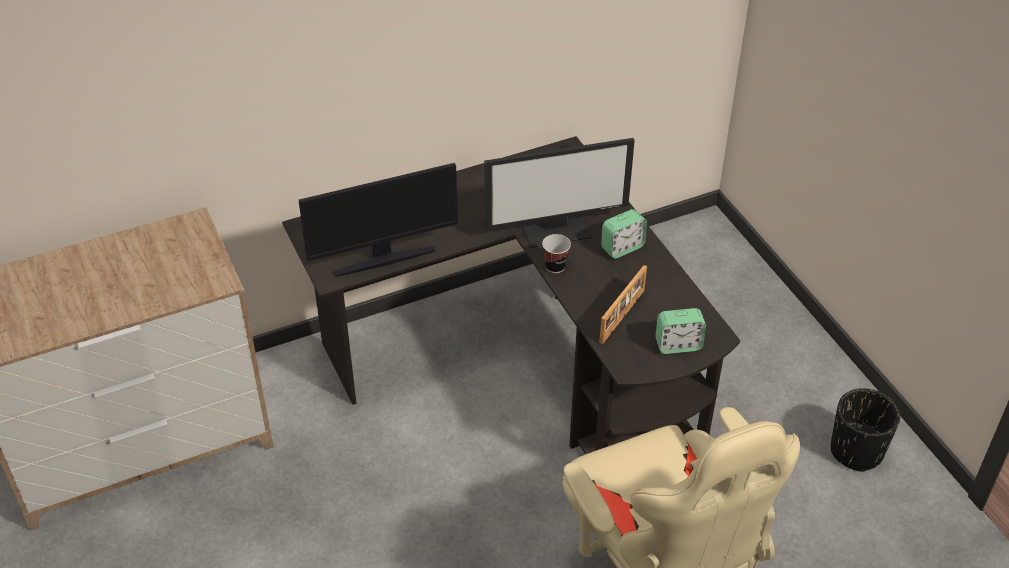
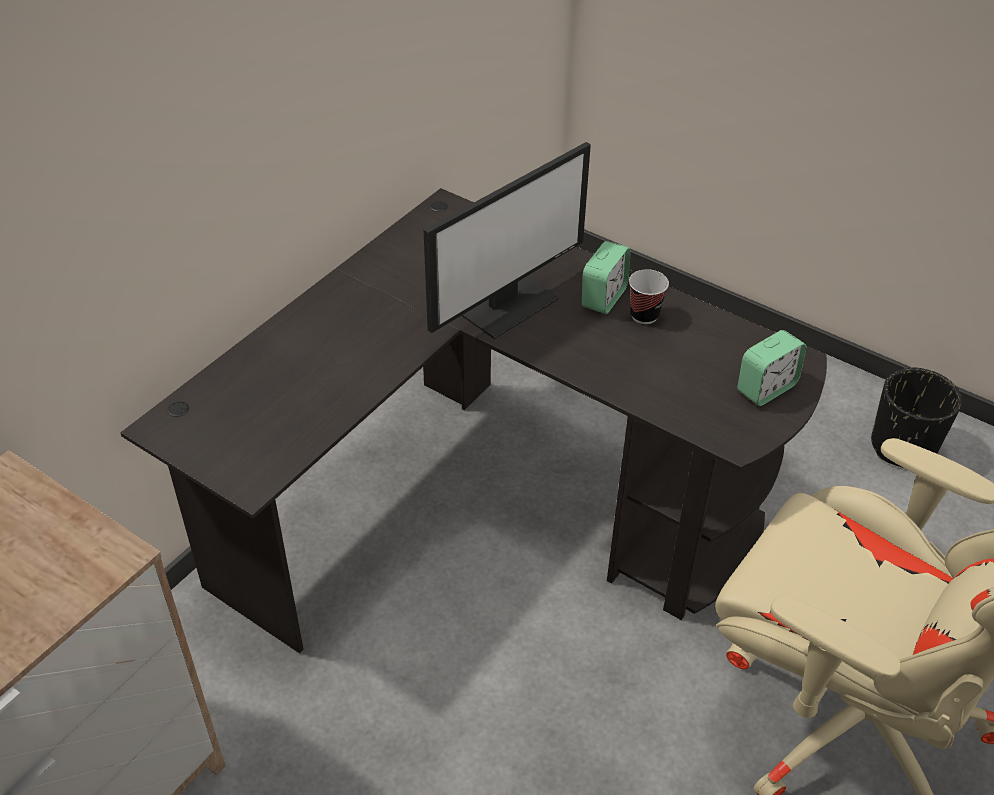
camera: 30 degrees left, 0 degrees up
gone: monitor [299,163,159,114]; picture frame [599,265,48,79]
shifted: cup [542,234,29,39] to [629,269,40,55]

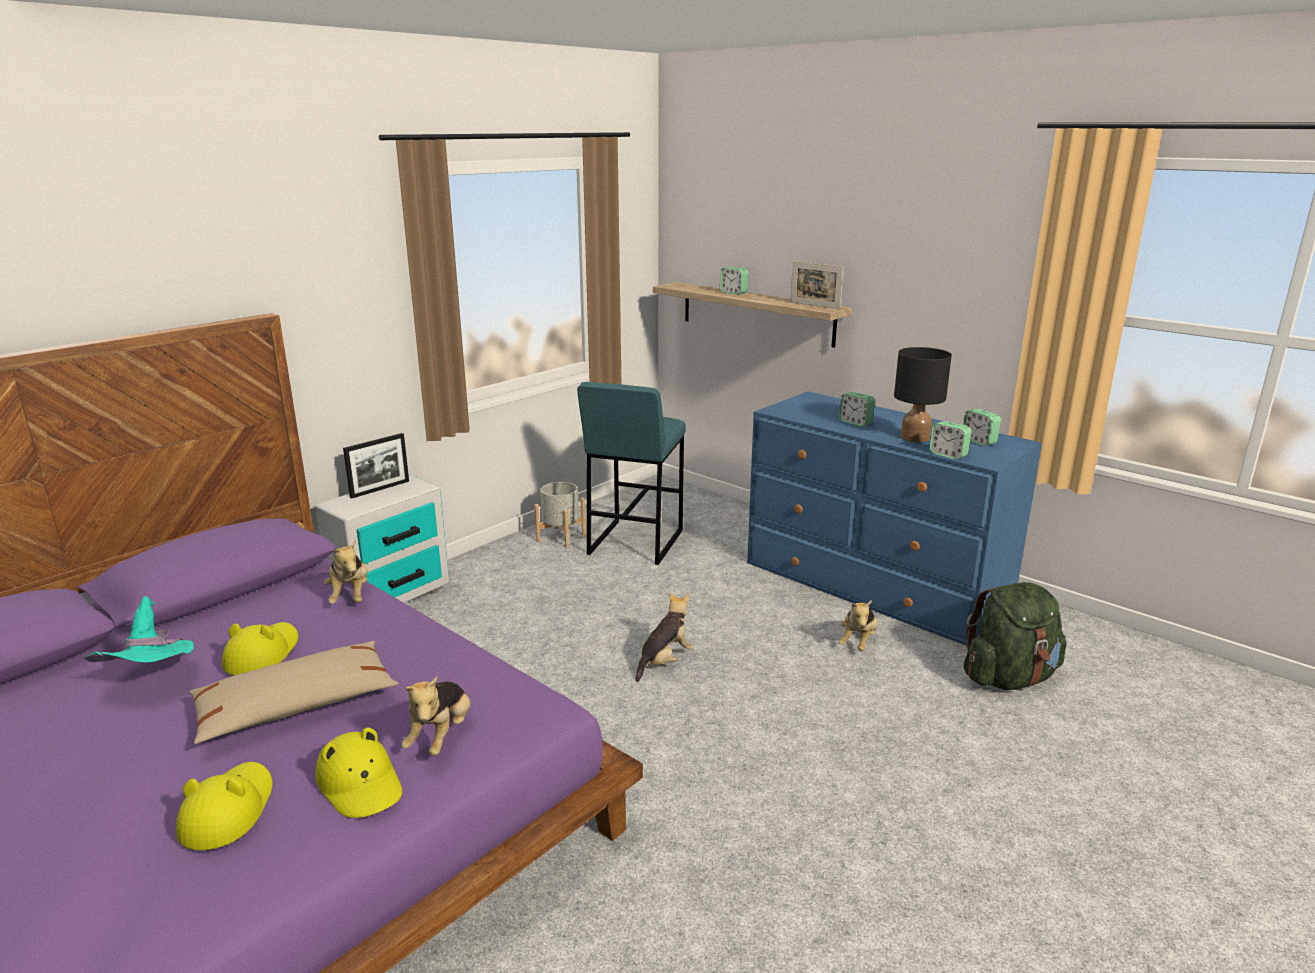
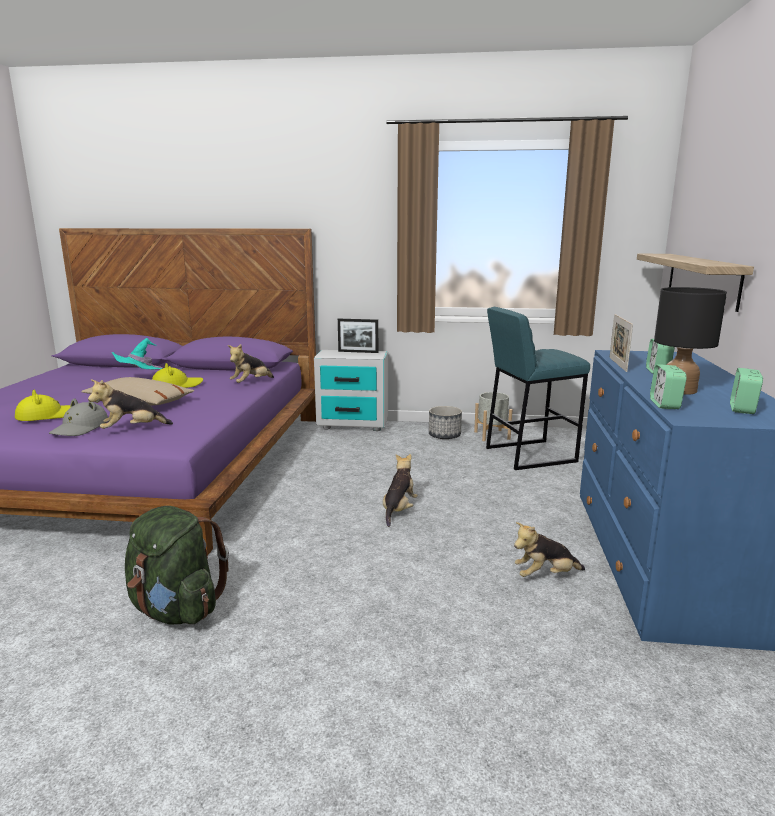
camera: 55 degrees right, 5 degrees down
gone: alarm clock [720,267,29,28]
new: planter [429,406,33,33]
shifted: picture frame [790,261,53,48] to [610,314,23,58]; backpack (green) [964,582,103,108] to [125,506,104,118]
repainted: hat (yellow) [315,727,87,91] to hat (grey) [49,398,59,38]
rotated: plush toy [636,593,57,89] = [383,454,35,73] 75 degrees counterclockwise

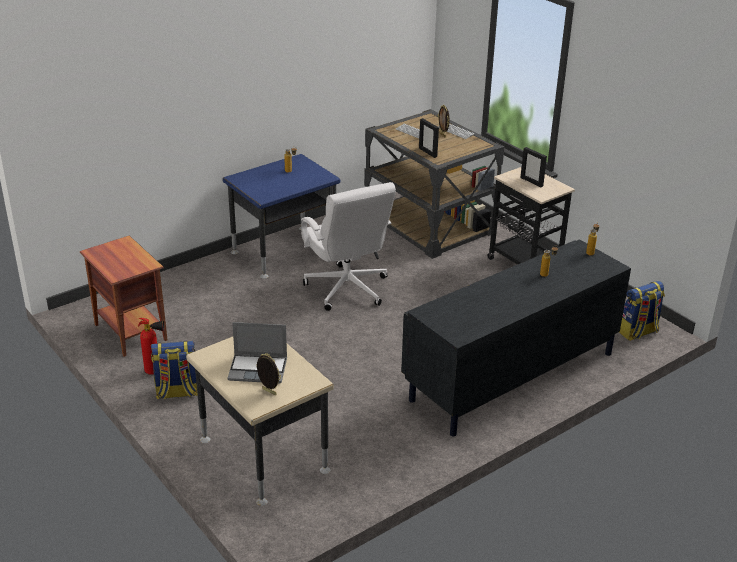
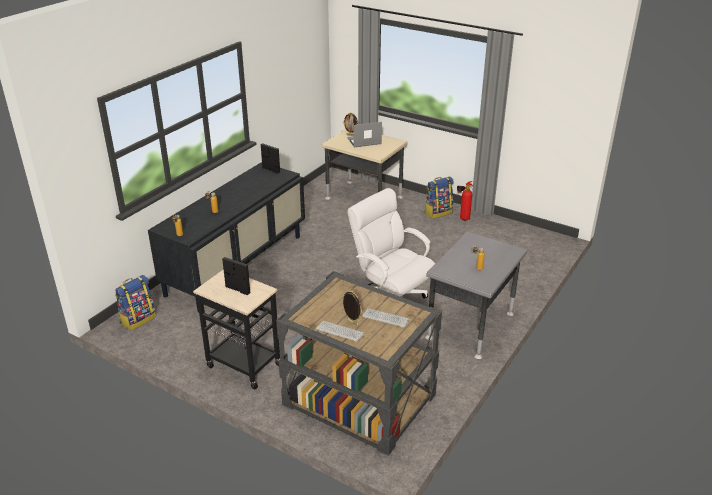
camera: 160 degrees right, 0 degrees up
gone: nightstand [80,236,87,121]
shifted: picture frame [419,118,20,40] to [261,143,19,31]
repainted: desk (blue) [223,154,117,125] to desk (grey) [425,231,102,128]

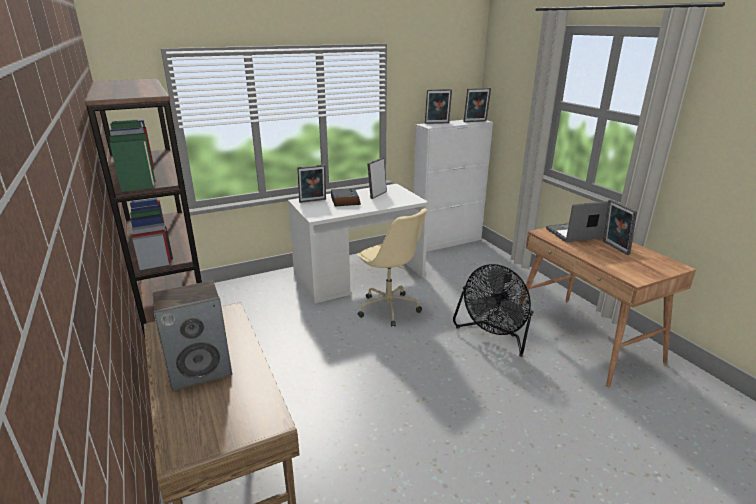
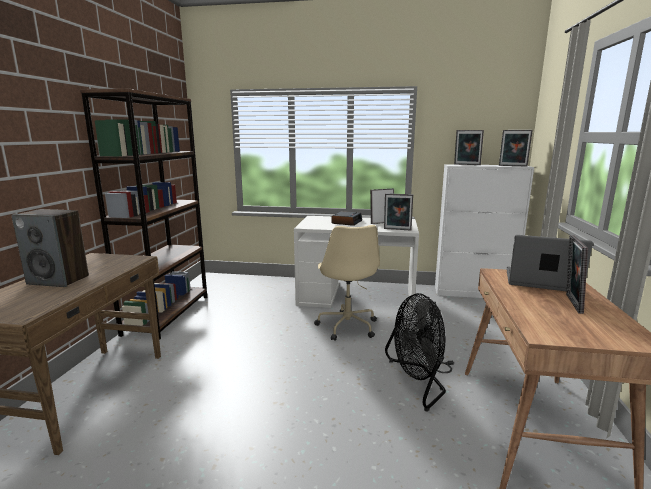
camera: 35 degrees right, 10 degrees down
shifted: picture frame [297,165,29,38] to [384,193,29,37]

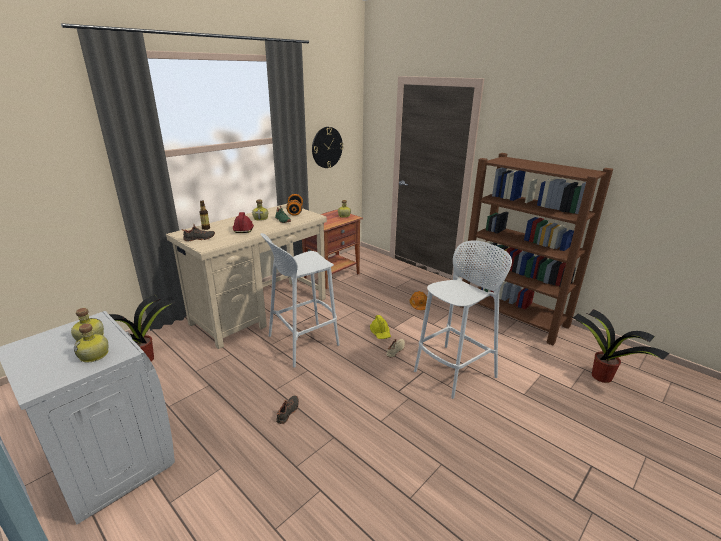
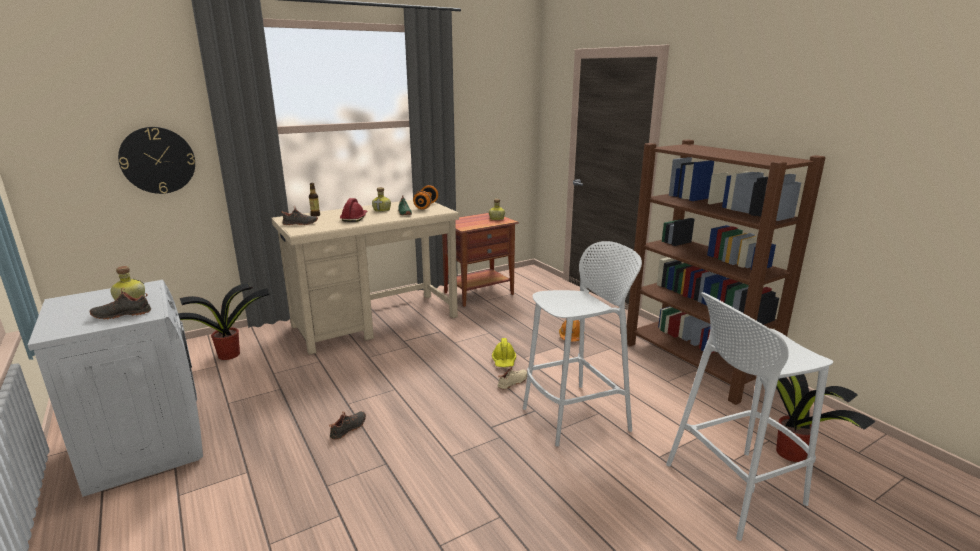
camera: 15 degrees right, 5 degrees down
shifted: wall clock [312,127,31,41] to [118,127,77,67]; stool (white) [260,233,80,135] to [666,292,167,249]
swapped: bottle [74,324,34,38] to shoe (black) [90,288,61,32]

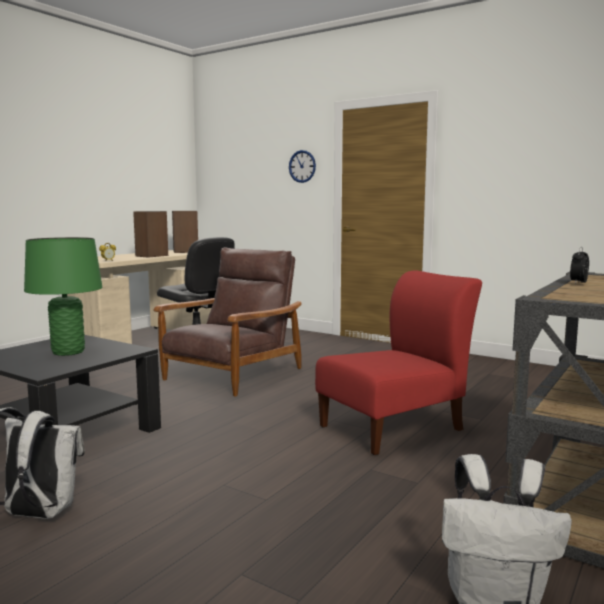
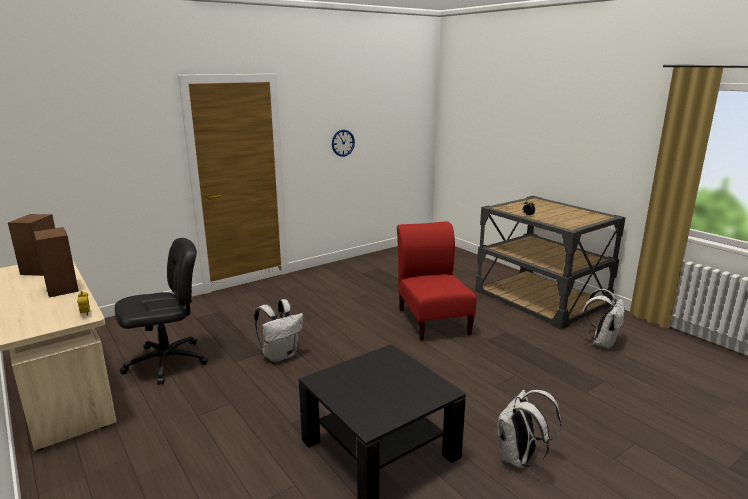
camera: 70 degrees left, 10 degrees up
gone: table lamp (green) [24,237,79,119]
shifted: wall clock [289,150,27,33] to [332,130,23,27]
swapped: armchair (brown) [153,247,149,150] to backpack (white) [255,299,48,63]

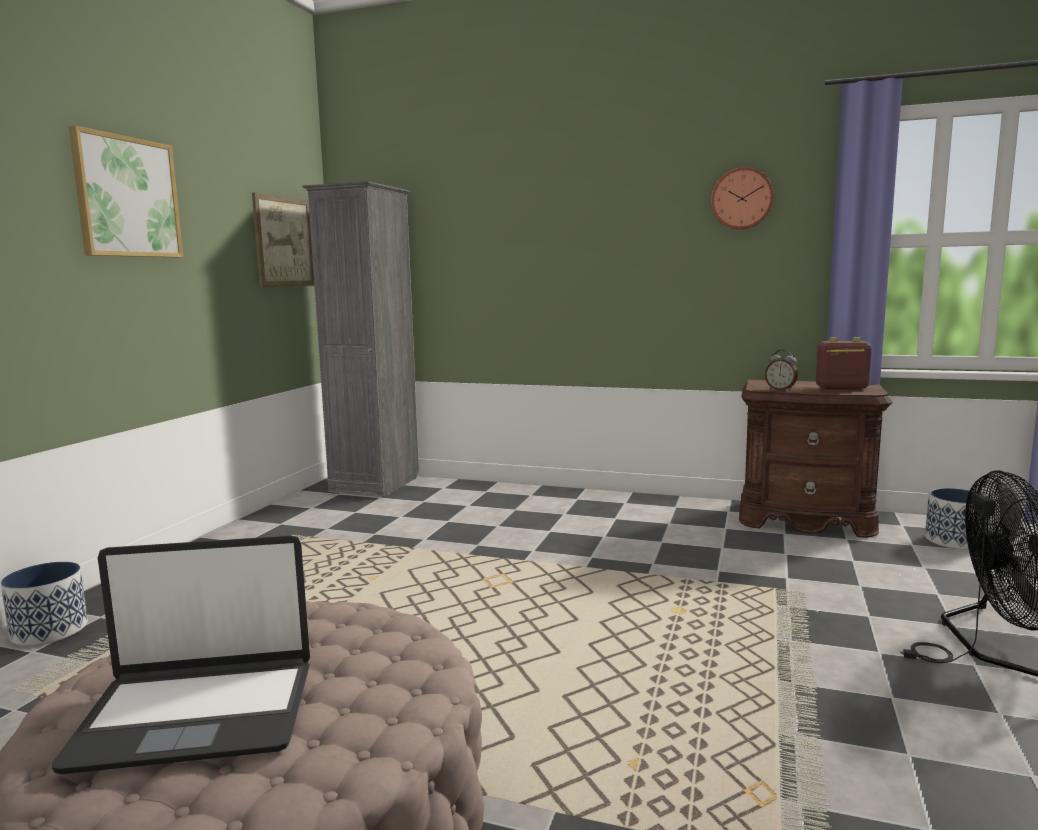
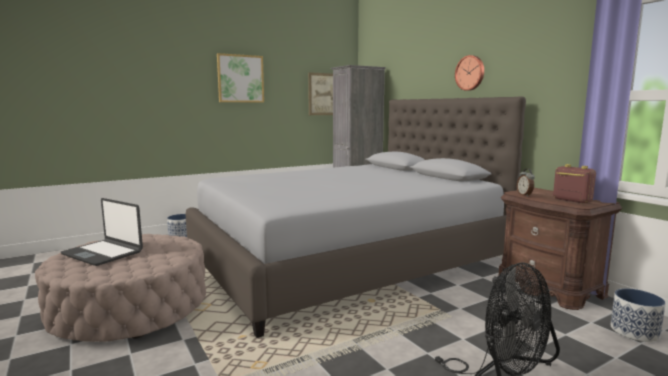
camera: 40 degrees right, 0 degrees up
new: bed (grey) [186,96,340,242]
shifted: wall clock [711,167,63,63] to [455,55,29,36]

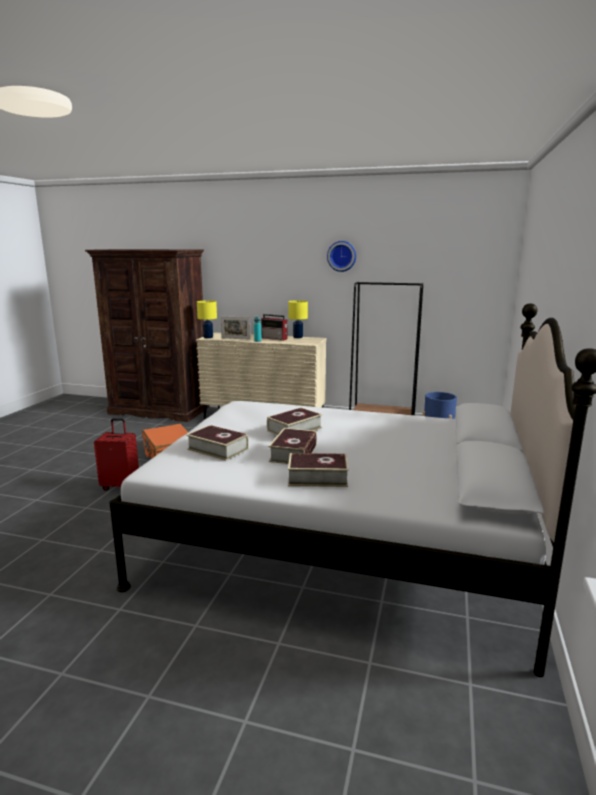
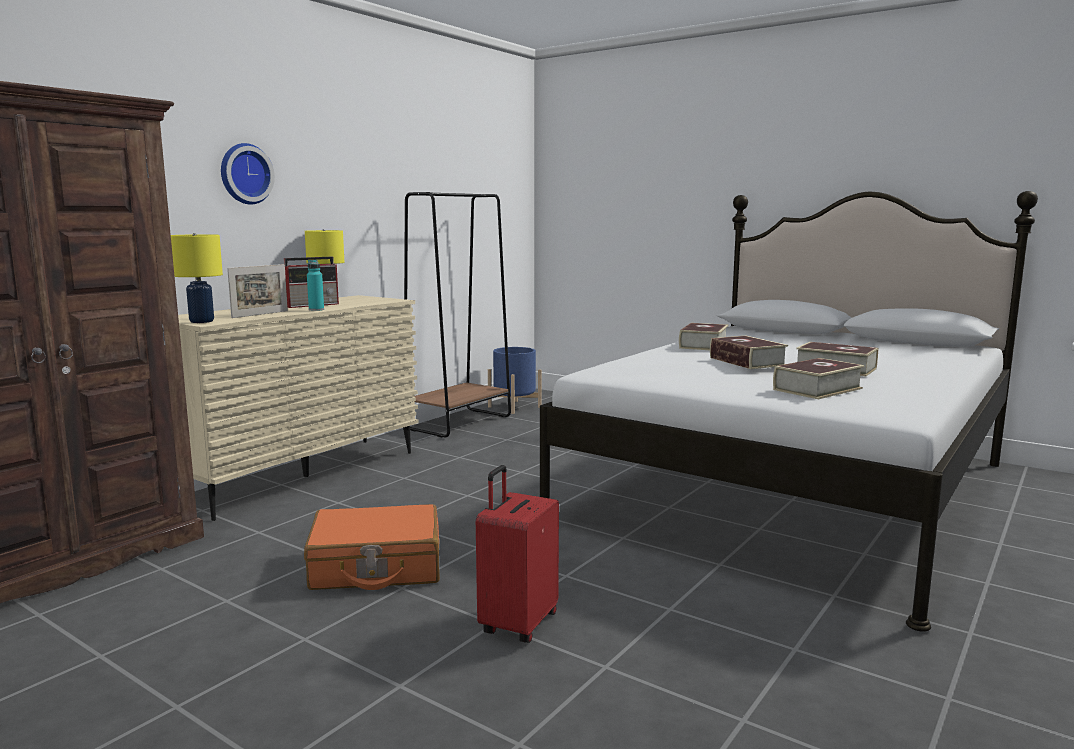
camera: 70 degrees left, 5 degrees down
shifted: wall clock [327,241,29,31] to [221,143,54,62]; book [288,453,60,34] to [679,323,50,27]

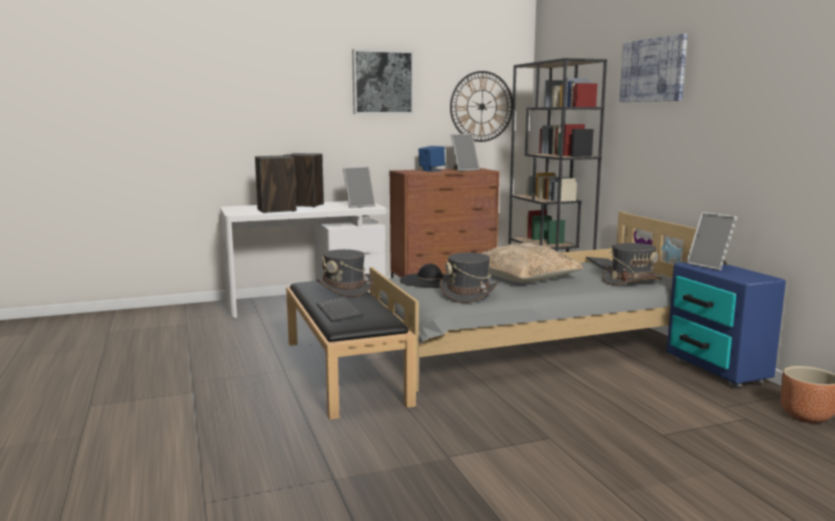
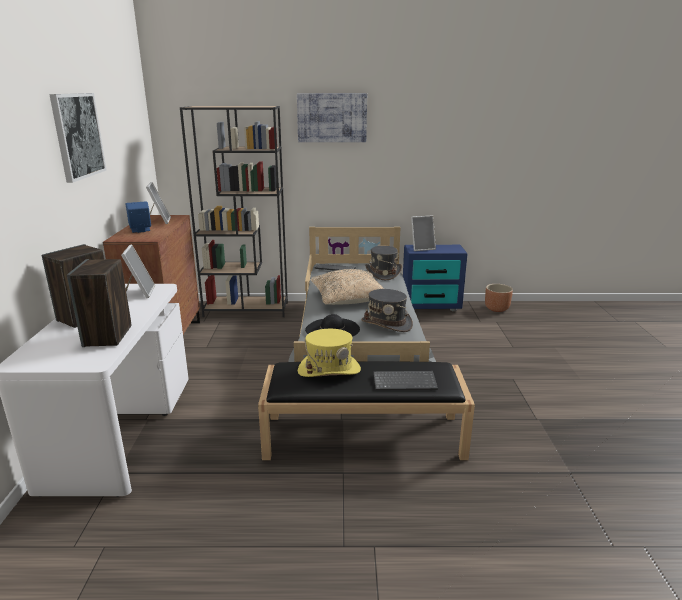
camera: 70 degrees left, 10 degrees up
gone: wall clock [450,71,63,71]
repainted: hat (grey) [317,249,56,48] to hat (yellow) [298,329,63,48]

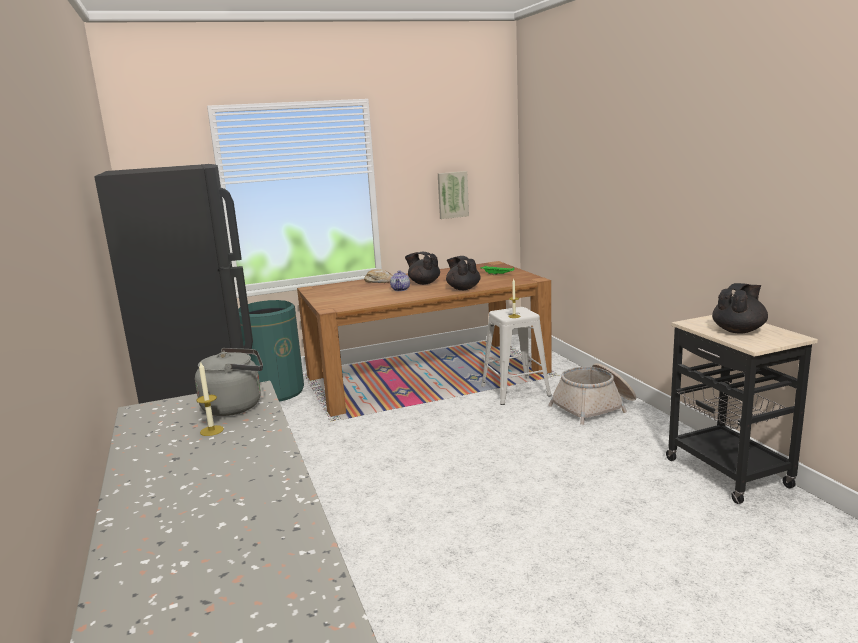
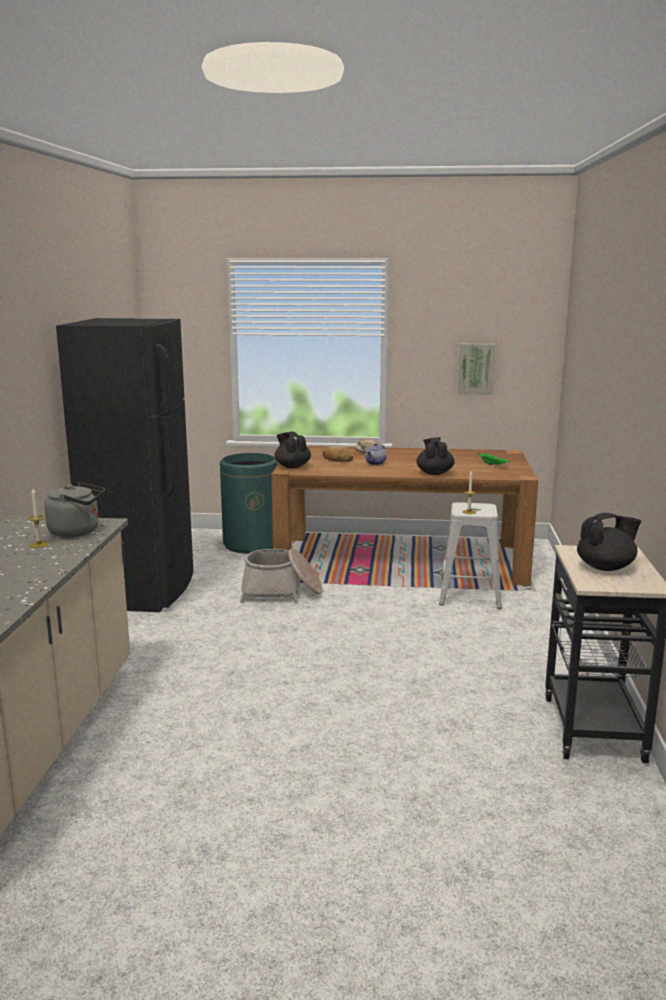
camera: 25 degrees right, 0 degrees up
new: bread [323,446,30,16]
shifted: teapot (black) [405,252,35,33] to [274,432,37,36]; basket [548,363,88,62] to [240,548,83,55]

